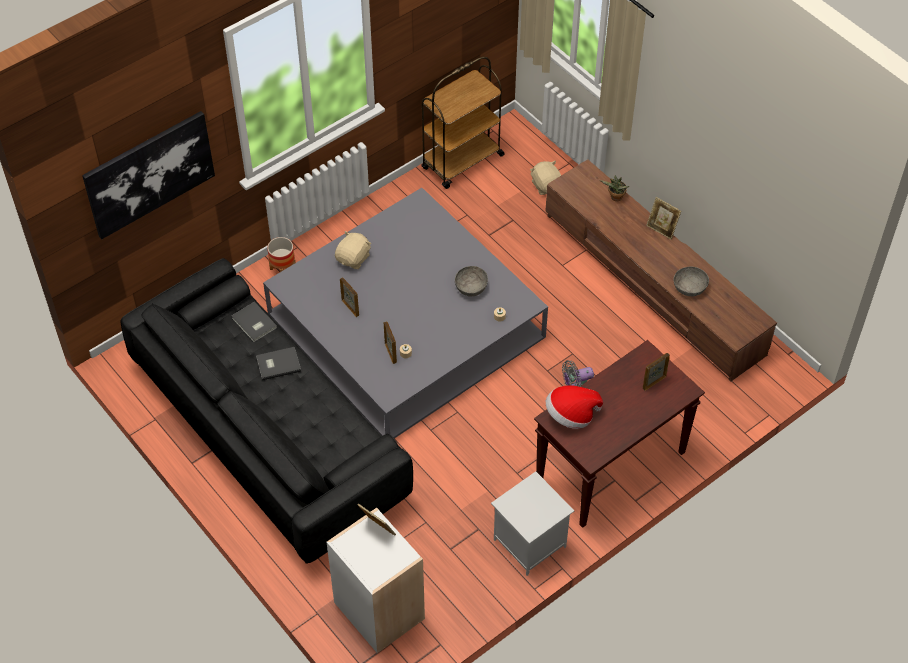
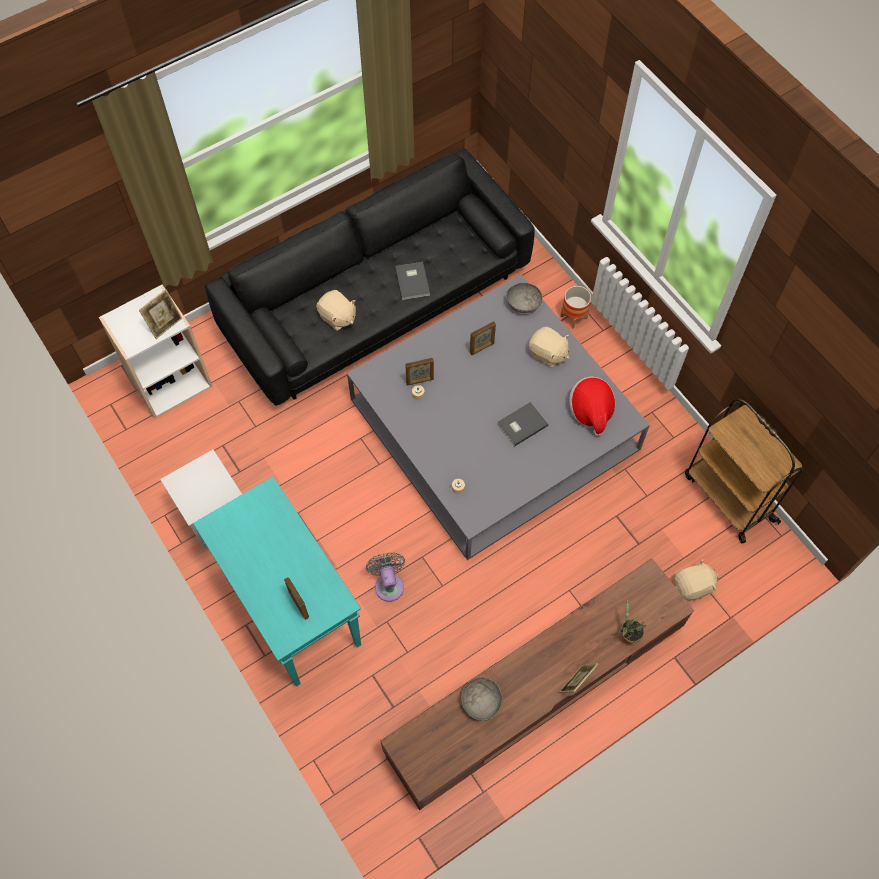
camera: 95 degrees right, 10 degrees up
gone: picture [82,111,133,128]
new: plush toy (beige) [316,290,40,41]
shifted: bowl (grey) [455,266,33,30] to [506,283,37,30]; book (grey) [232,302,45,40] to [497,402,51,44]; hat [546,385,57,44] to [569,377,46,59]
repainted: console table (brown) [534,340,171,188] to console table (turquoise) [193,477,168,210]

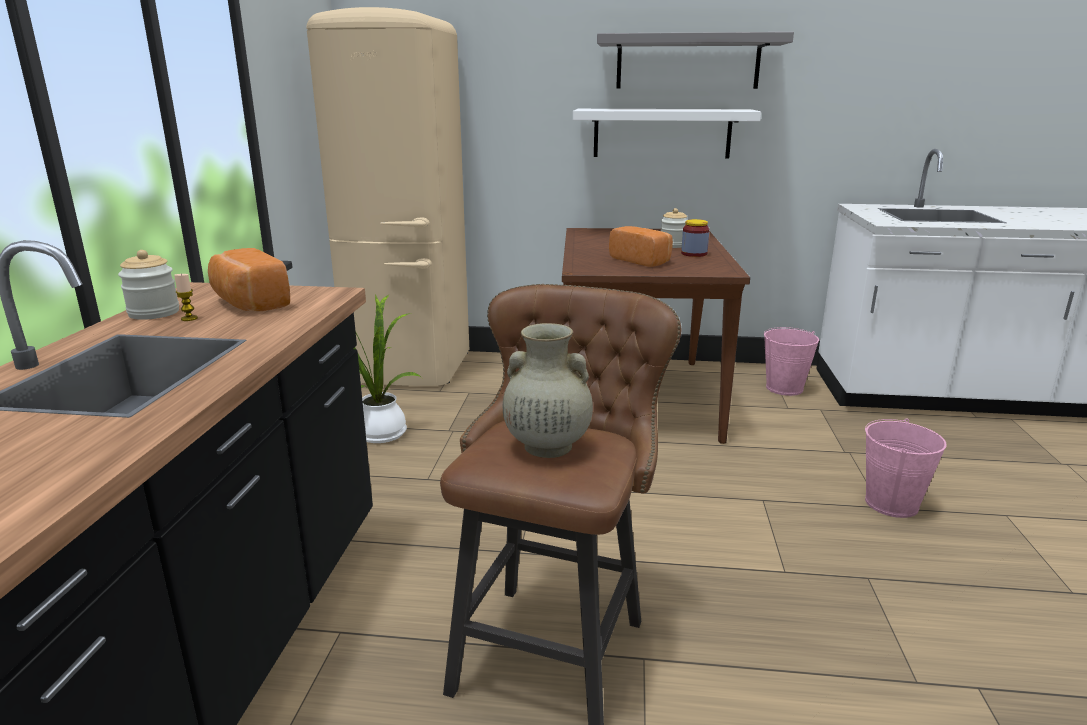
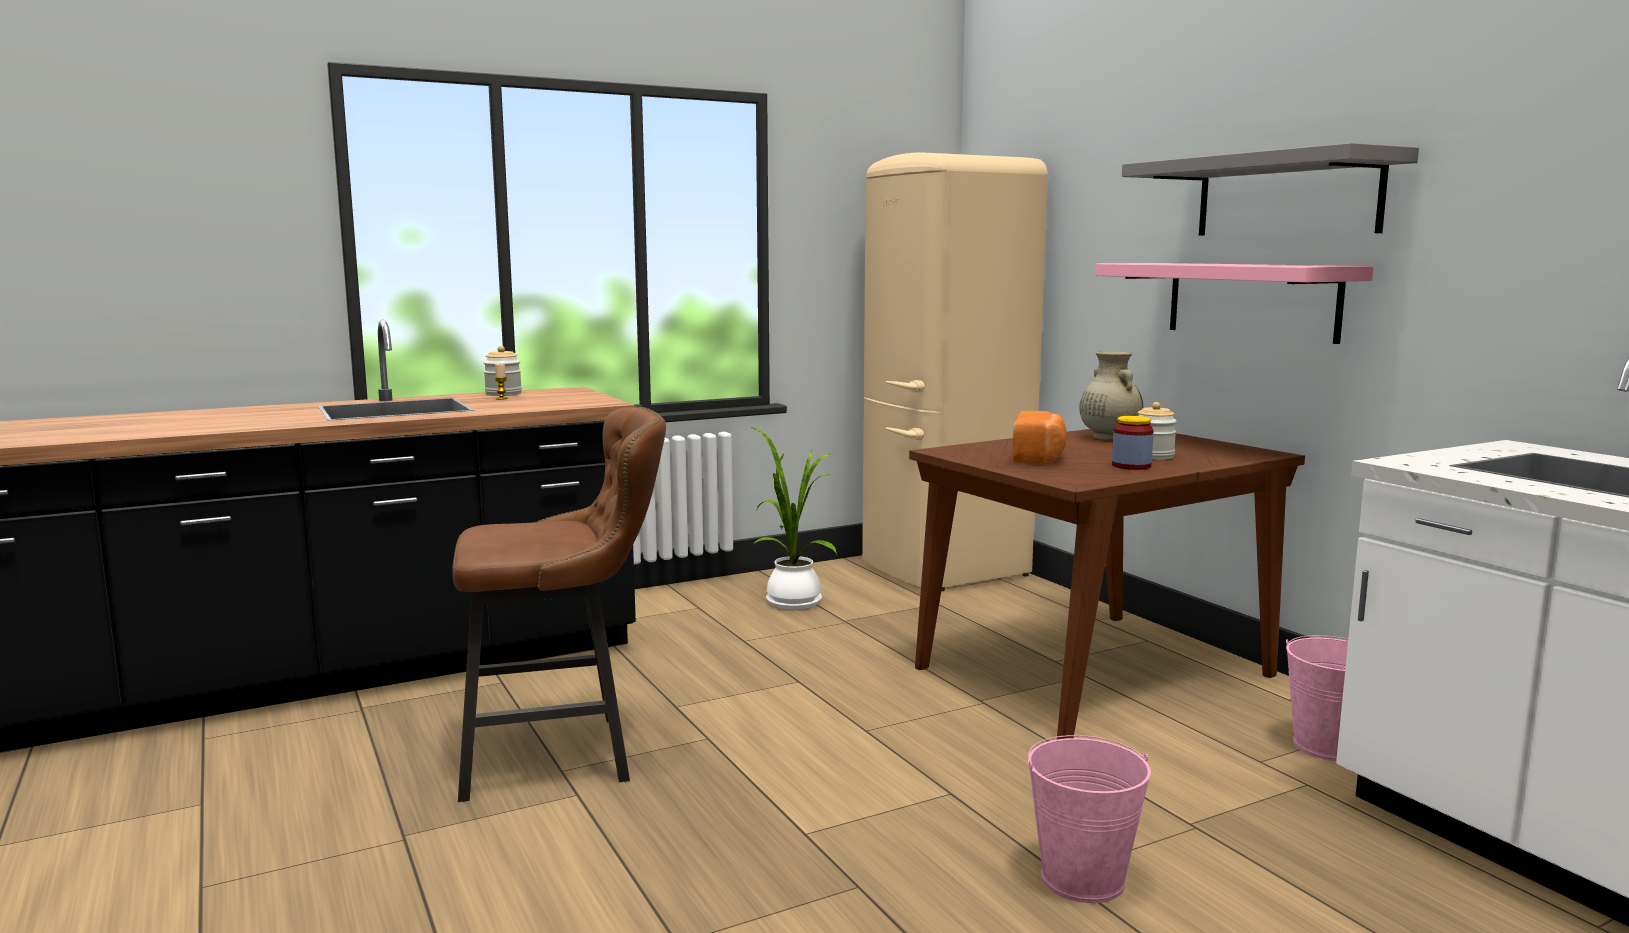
camera: 55 degrees right, 10 degrees down
gone: bread [208,248,82,63]
shifted: vase (beige) [503,323,90,135] to [1079,351,64,90]
repainted: shelf (white) [573,109,188,49] to shelf (pink) [1095,263,278,81]

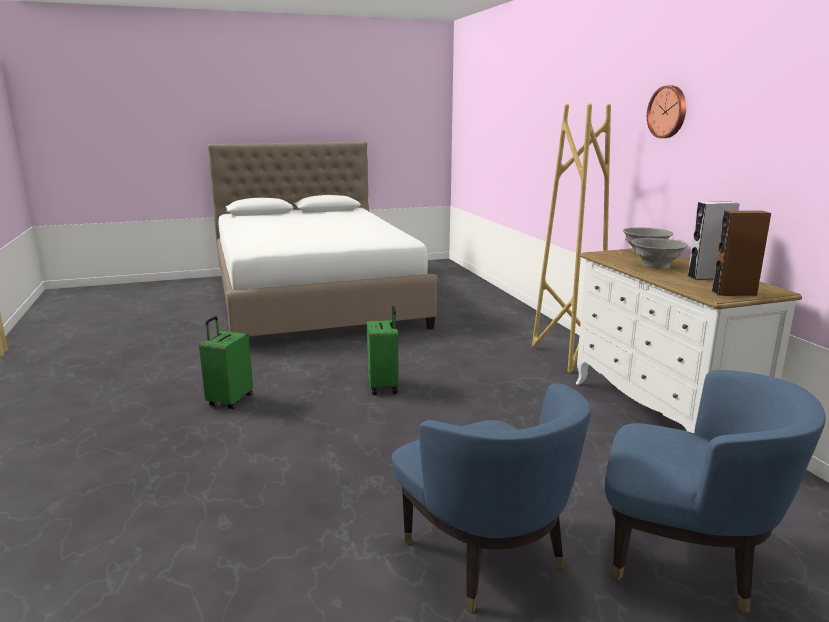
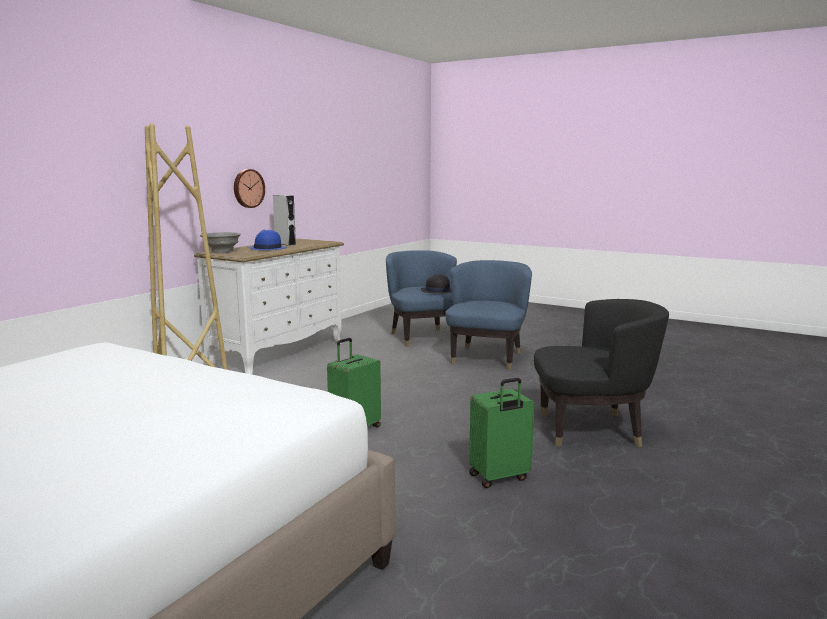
camera: 130 degrees left, 5 degrees down
gone: speaker (brown) [711,211,60,85]
new: hat (black) [421,274,31,20]; armchair (black) [534,299,135,148]
shifted: wall clock [647,85,39,53] to [234,169,31,39]
swapped: bowl (grey) [632,238,56,31] to hat (blue) [248,230,39,20]

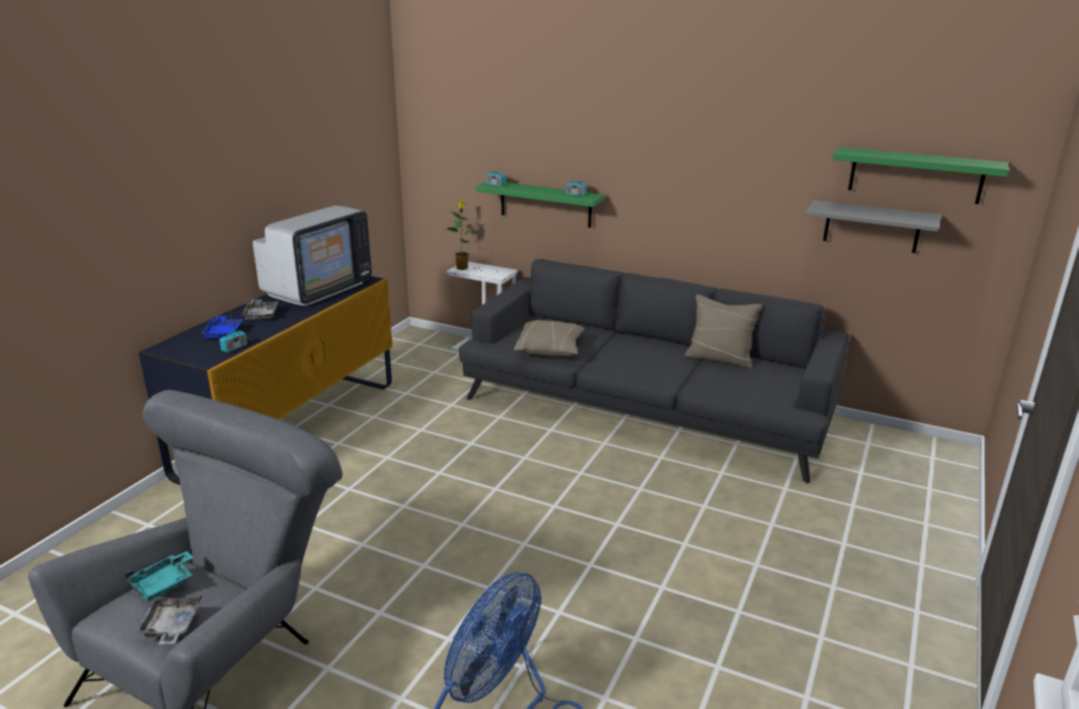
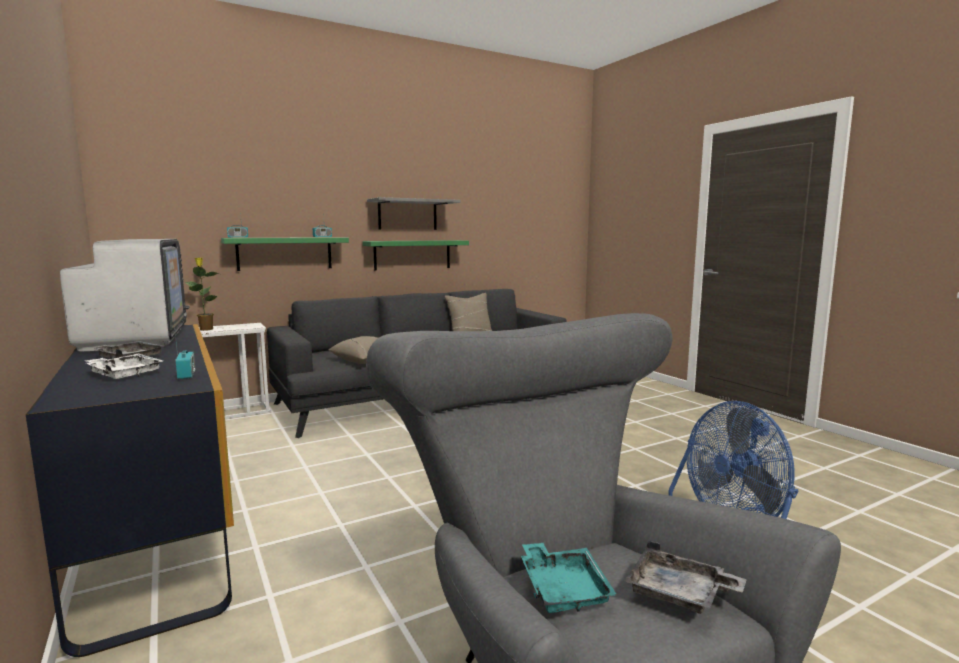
camera: 55 degrees left, 15 degrees down
shifted: shelf (green) [833,147,176,57] to [363,240,106,31]; shelf (grey) [805,200,136,53] to [367,197,93,33]
repainted: tray (blue) [199,316,44,23] to tray (white) [86,354,77,25]

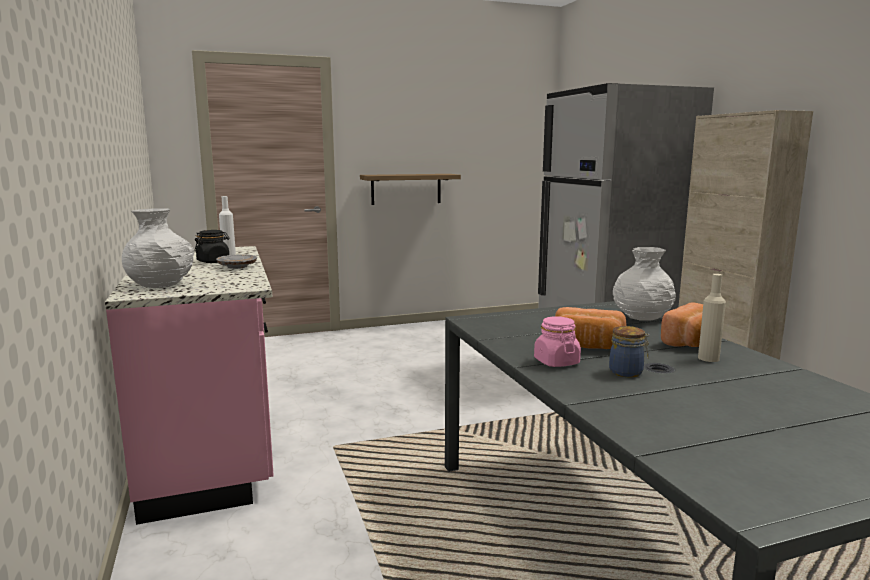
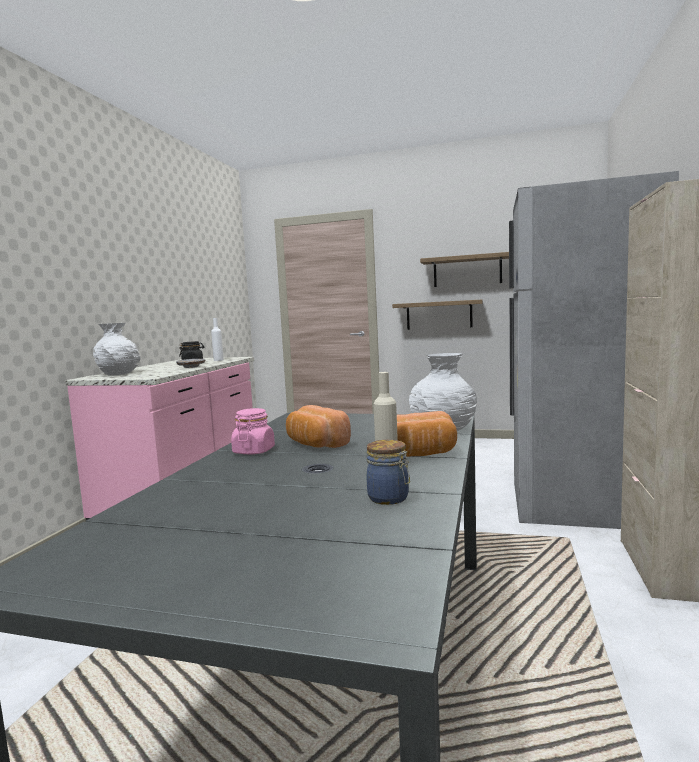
camera: 35 degrees right, 5 degrees down
new: shelf [420,252,89,35]
shifted: jar [609,326,41,51] to [367,440,43,65]

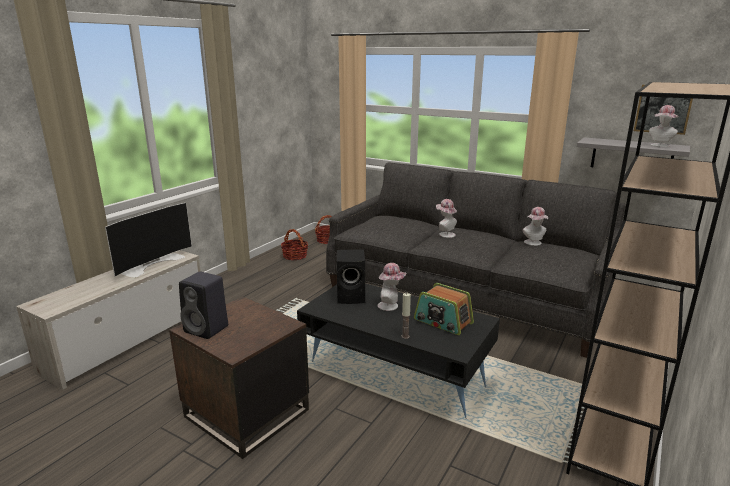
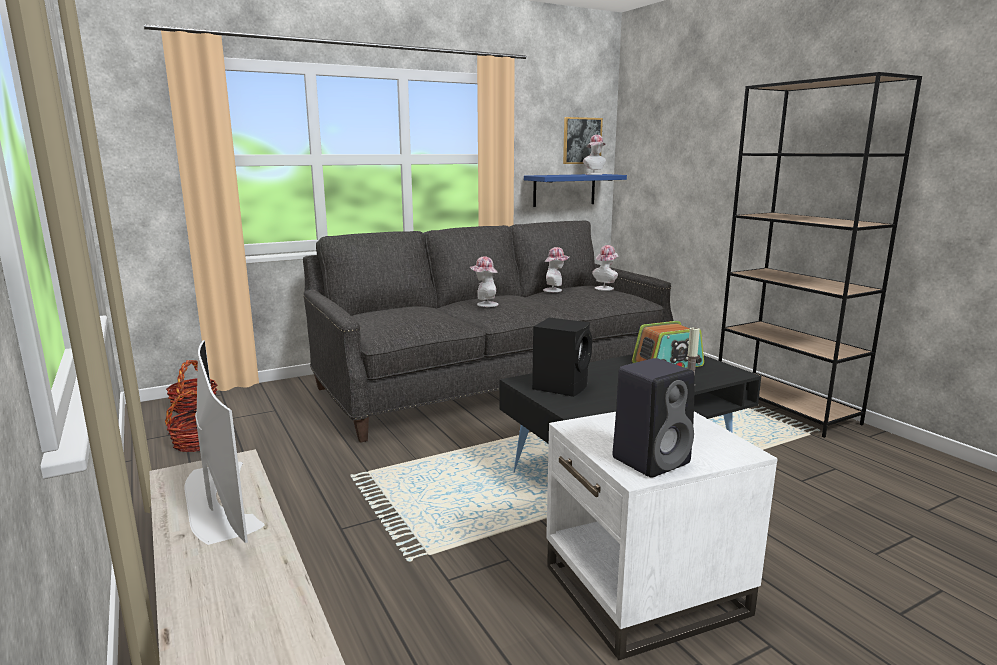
camera: 60 degrees left, 5 degrees down
shifted: hat [378,263,28,48] to [592,245,27,46]
repainted: shelf (grey) [577,137,113,30] to shelf (blue) [524,174,103,33]; side table (brown) [169,297,140,162] to side table (white) [546,412,232,248]

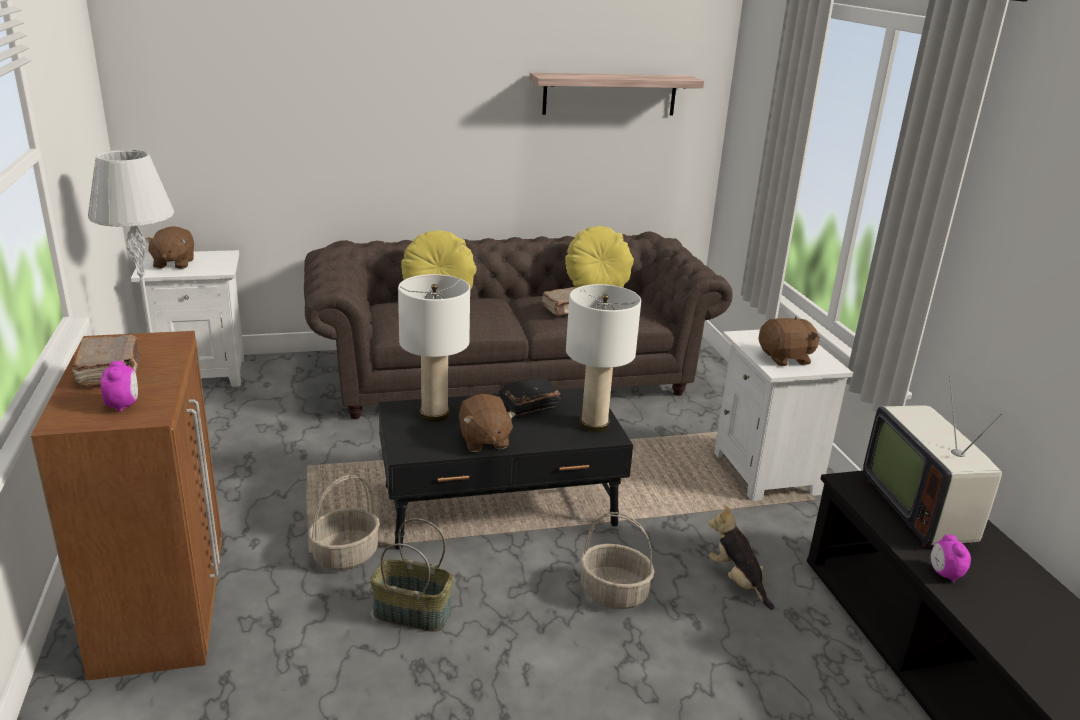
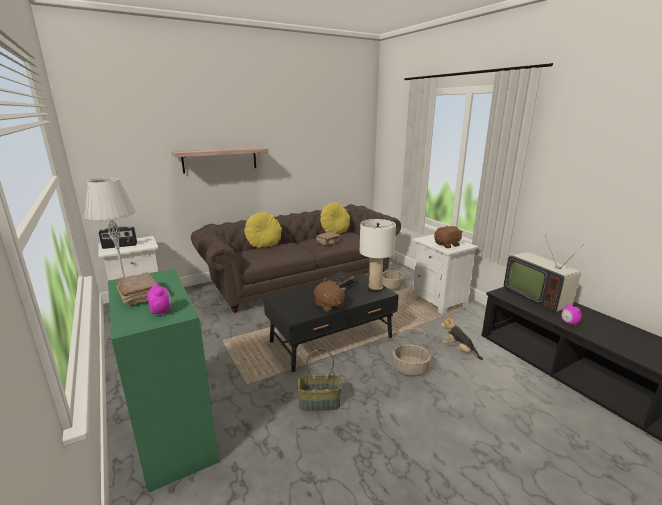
camera: 15 degrees left, 5 degrees down
gone: table lamp (white) [398,274,72,148]
shifted: shelf [529,73,175,42] to [171,147,98,26]; basket [309,475,71,95] to [382,255,22,35]
swapped: plush toy (brown) [145,226,49,43] to radio [99,227,38,22]
repainted: cabinet (brown) [30,331,192,350] to cabinet (green) [108,268,111,225]

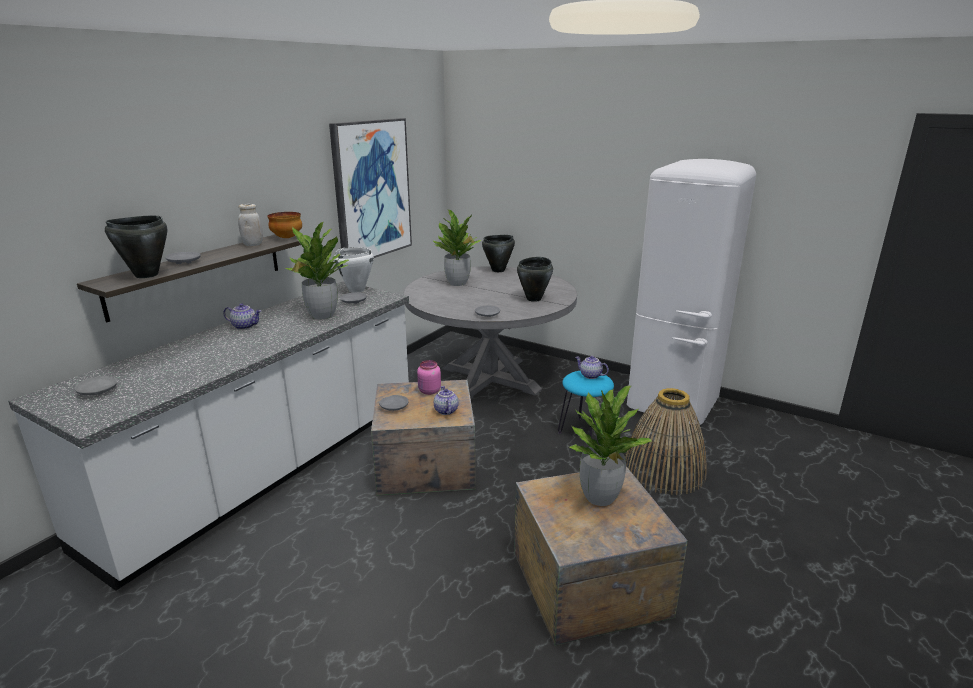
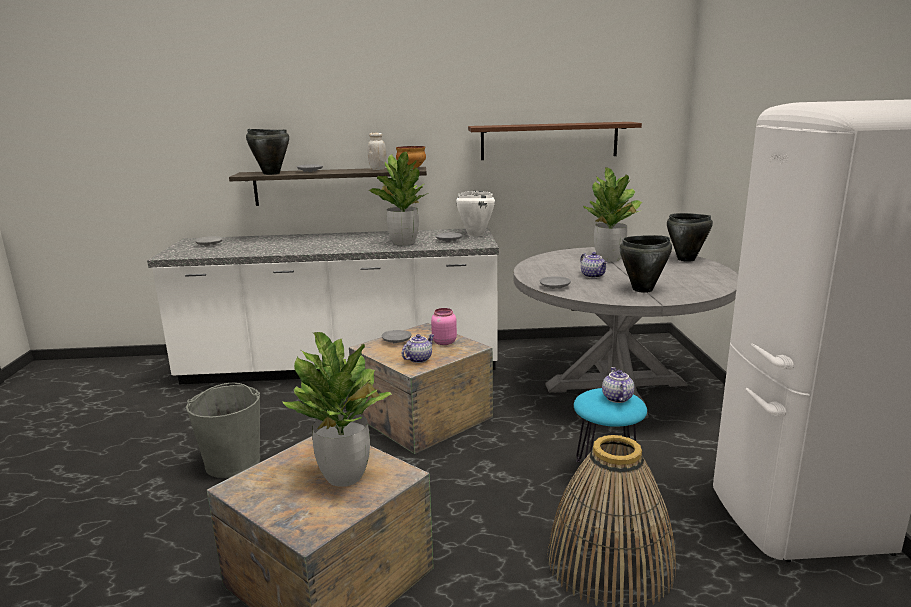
camera: 55 degrees right, 5 degrees down
new: bucket (grey) [186,383,74,95]
shifted: teapot [223,303,38,27] to [580,252,28,26]
swapped: picture [329,118,83,140] to shelf (brown) [468,122,174,38]

